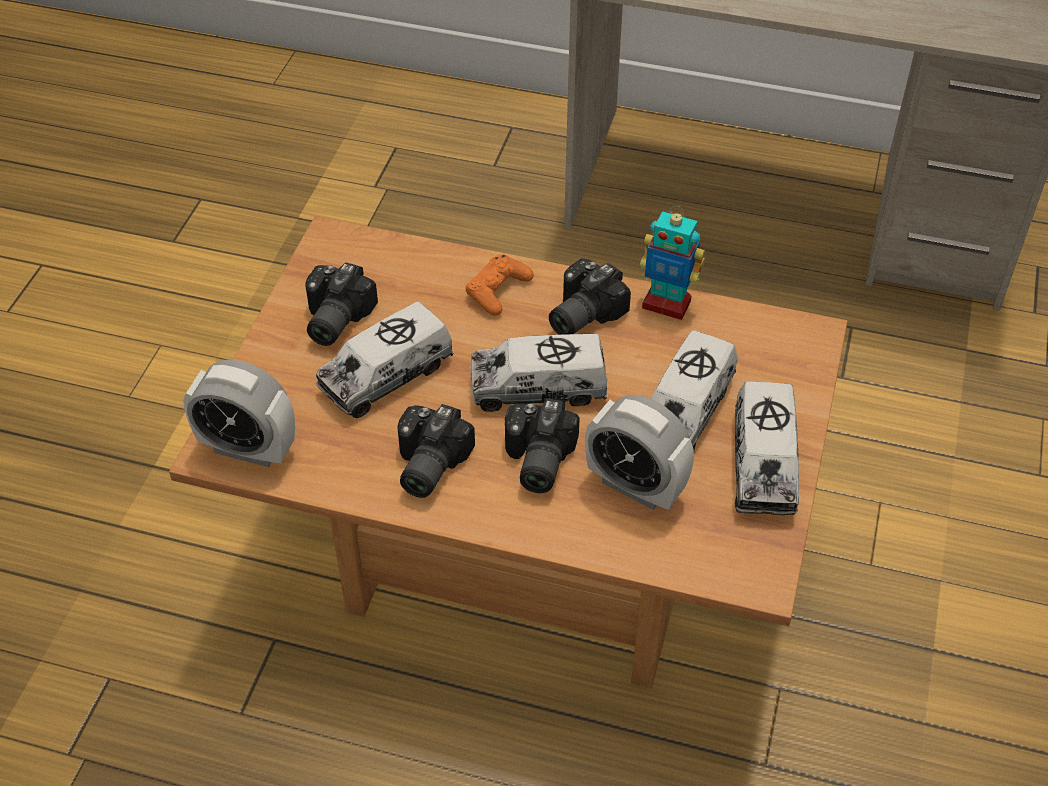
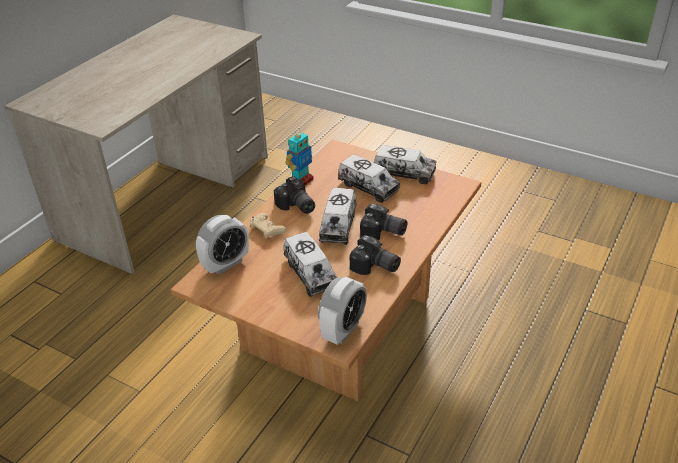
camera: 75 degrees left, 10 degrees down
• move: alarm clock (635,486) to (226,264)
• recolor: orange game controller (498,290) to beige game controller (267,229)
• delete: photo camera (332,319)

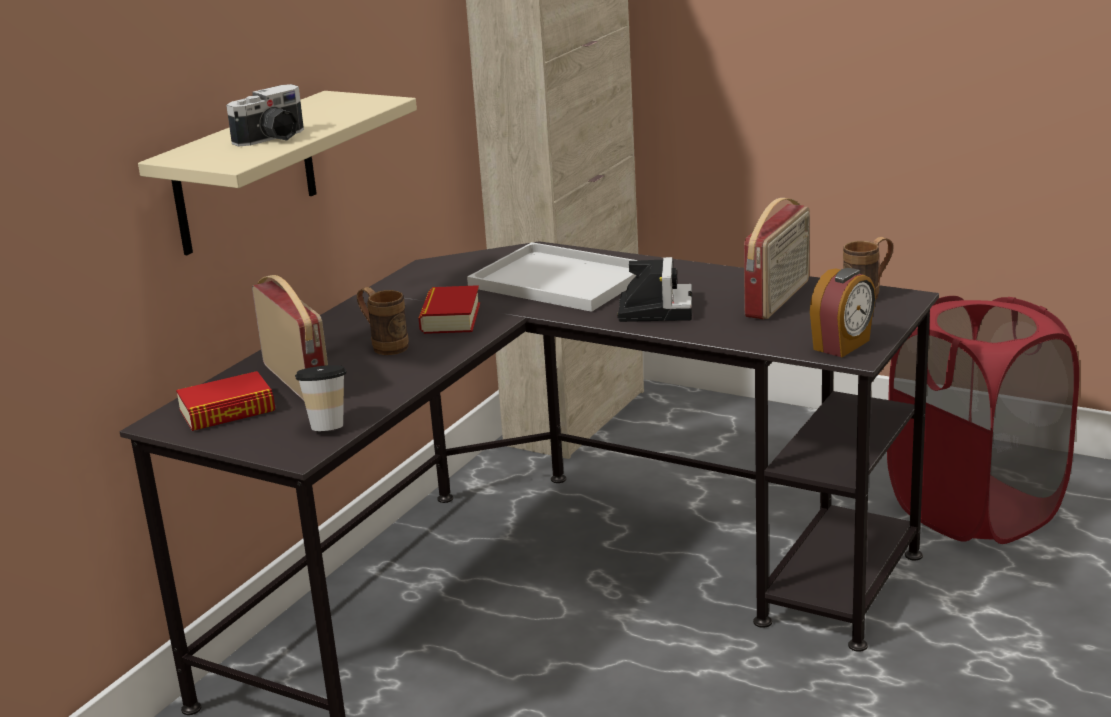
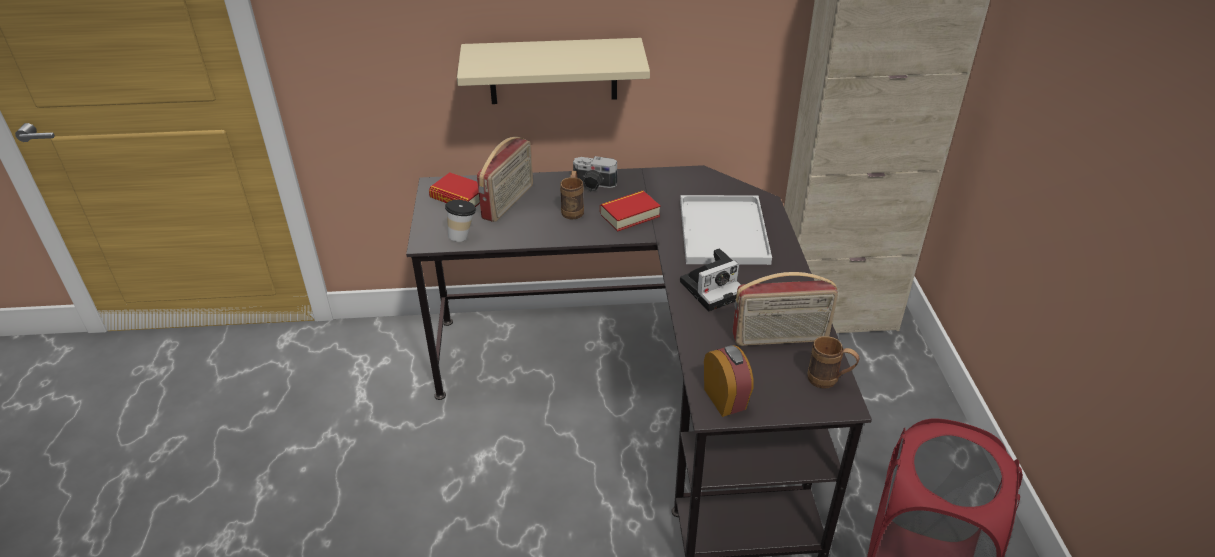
camera: 55 degrees right, 15 degrees up
• move: photo camera (274,138) to (593,185)
• rotate: alarm clock (842,345) = (726,399) 120 degrees counterclockwise

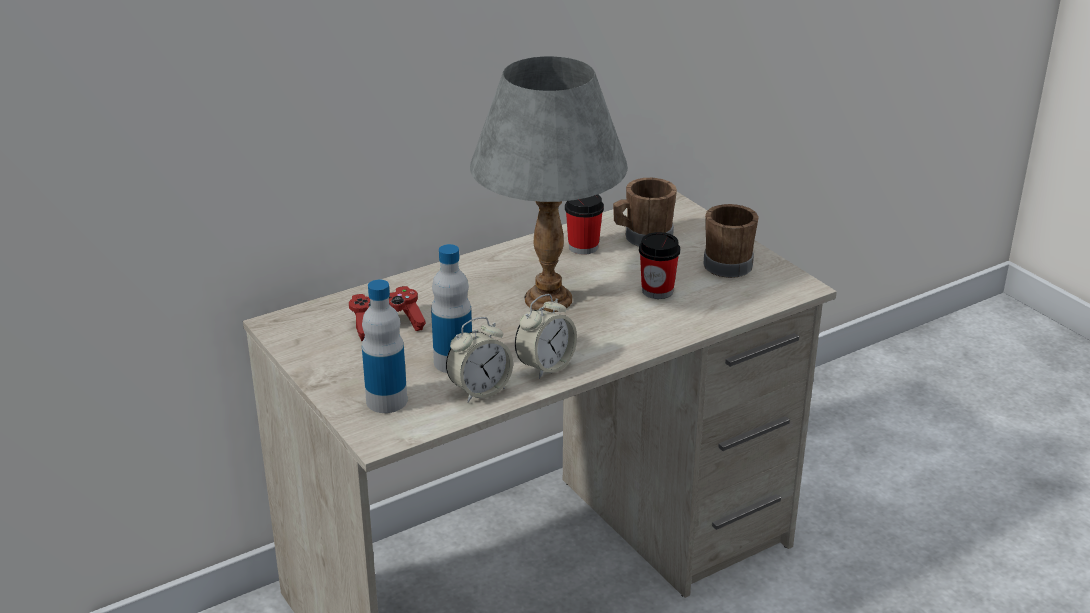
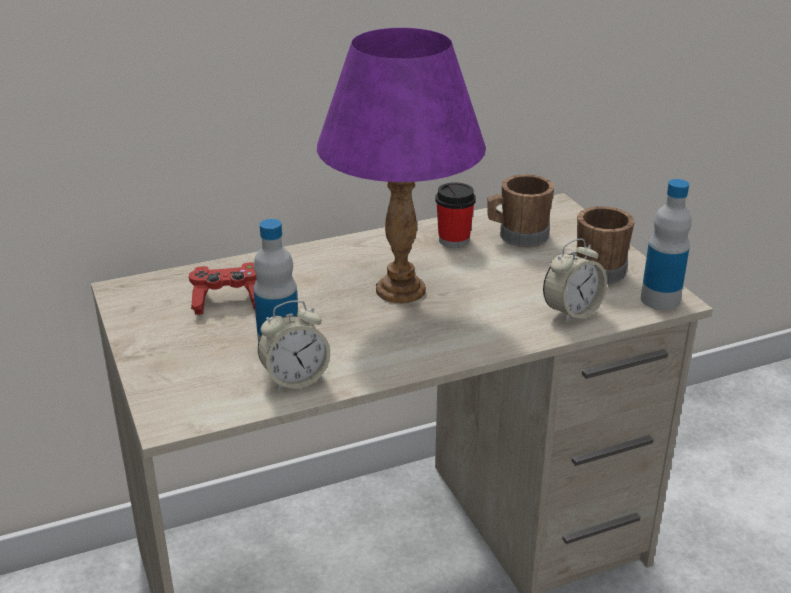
camera: 10 degrees right, 0 degrees up
• recolor: grey table lamp (547,300) to purple table lamp (399,290)
• move: alarm clock (545,366) to (572,312)
• move: bottle (386,401) to (660,299)
• delete: cup (657,291)

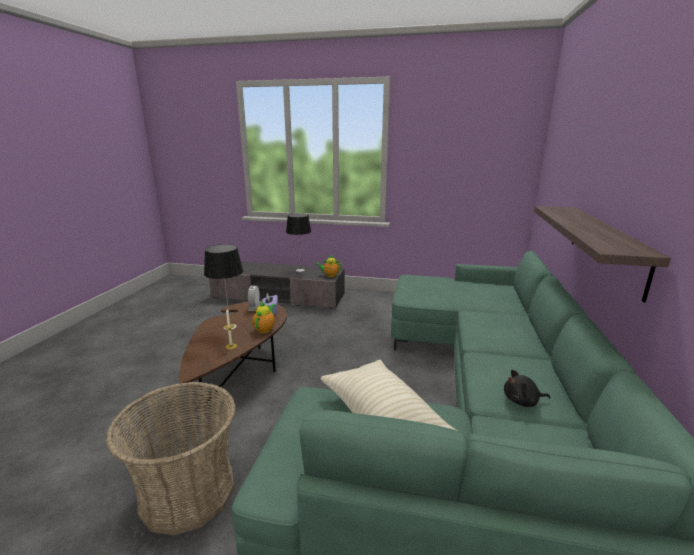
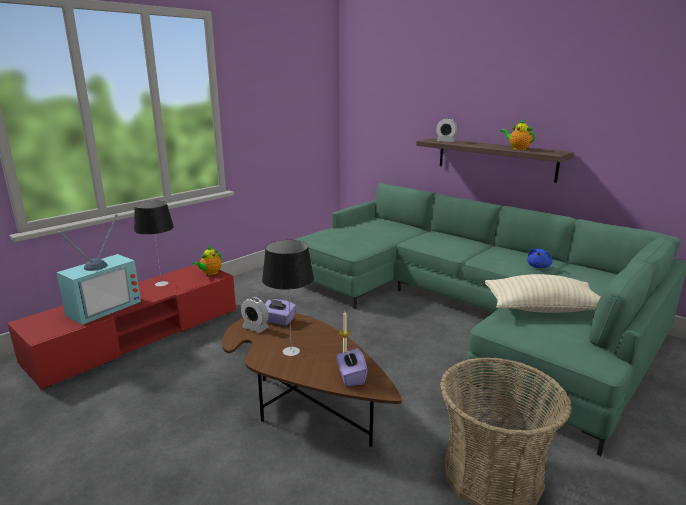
camera: 60 degrees left, 0 degrees up
• recolor: grey tv stand (278,296) to red tv stand (138,336)
• insert: television (103,307)
• insert: purple tissue box (351,377)
• insert: alarm clock (445,141)
• move: teapot (265,329) to (517,149)
• recolor: black plush toy (522,401) to blue plush toy (538,266)

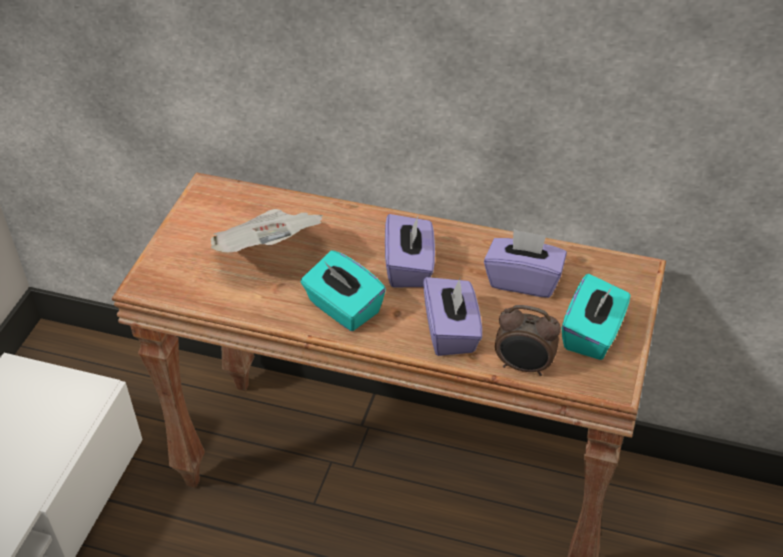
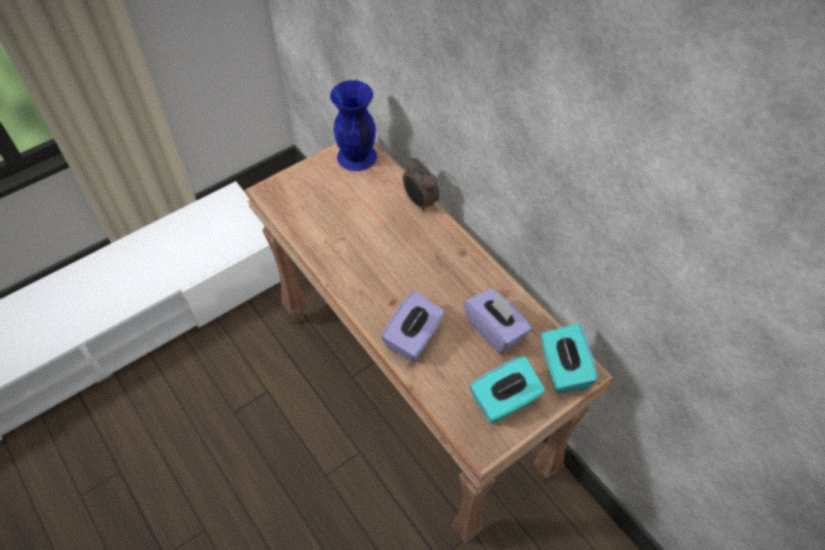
camera: 35 degrees right, 10 degrees up
• insert: blue vase (356,157)
• move: alarm clock (524,367) to (420,202)
• move: turquoise tissue box (343,308) to (563,369)
• delete: newspaper (268,252)
• delete: purple tissue box (410,267)

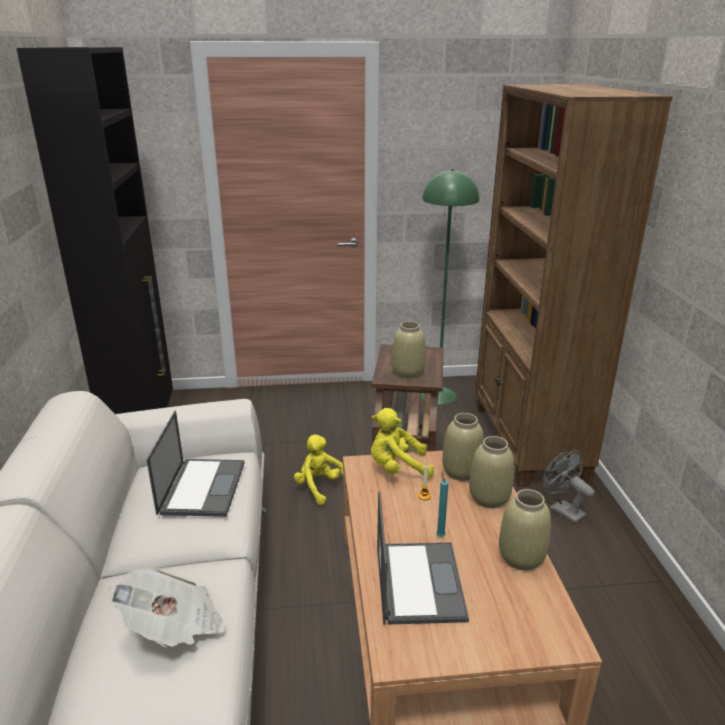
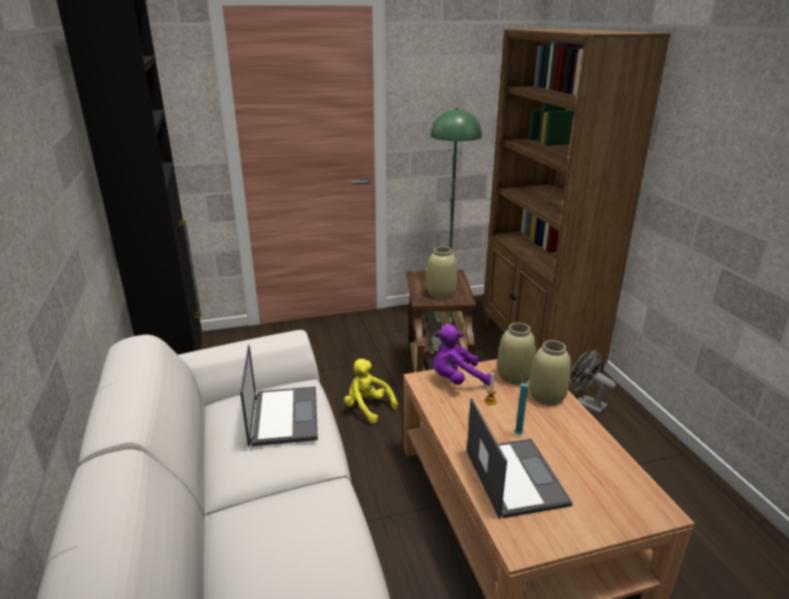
camera: 10 degrees left, 0 degrees up
• recolor: yellow plush toy (397,468) to purple plush toy (457,380)
• delete: newspaper (174,626)
• delete: beige vase (520,557)

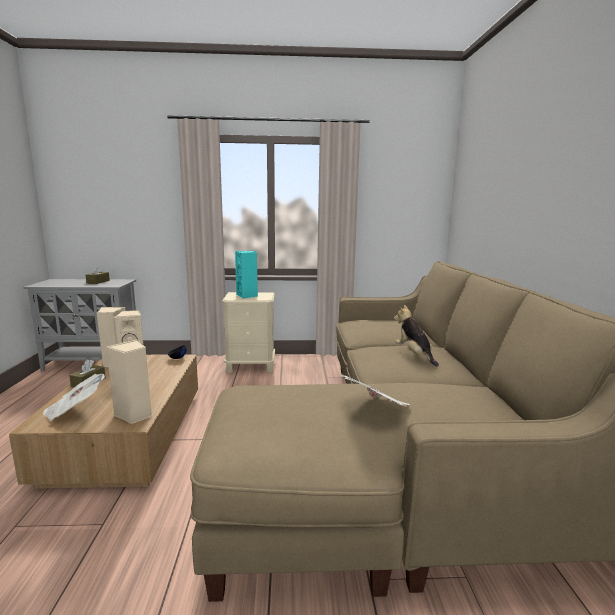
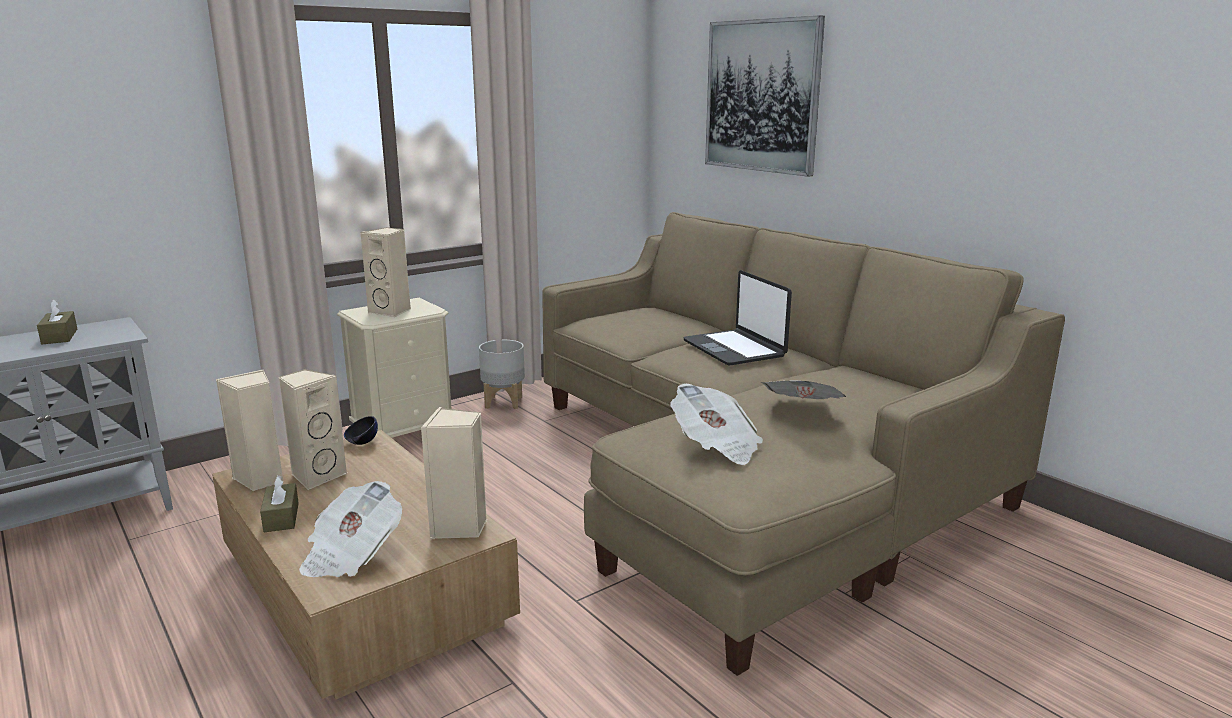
camera: 35 degrees left, 5 degrees up
• recolor: turquoise speaker (247,296) to beige speaker (391,311)
• insert: grey planter (503,402)
• insert: newspaper (716,446)
• replace: plush toy (414,355) to laptop (735,349)
• insert: picture (762,96)

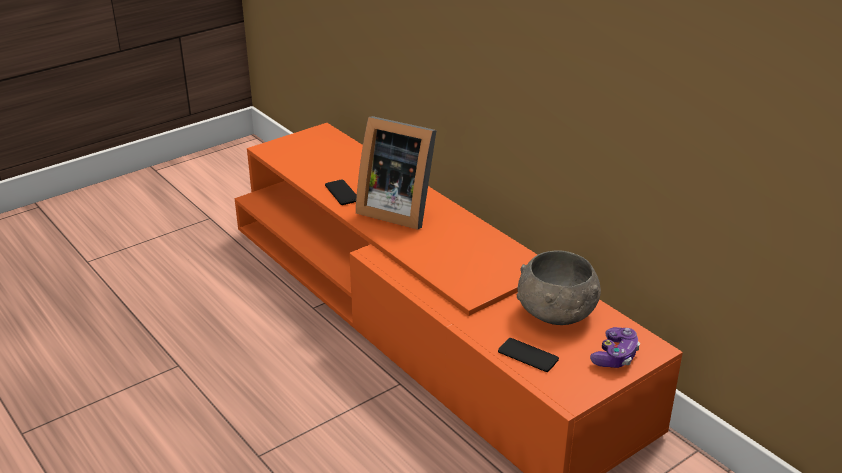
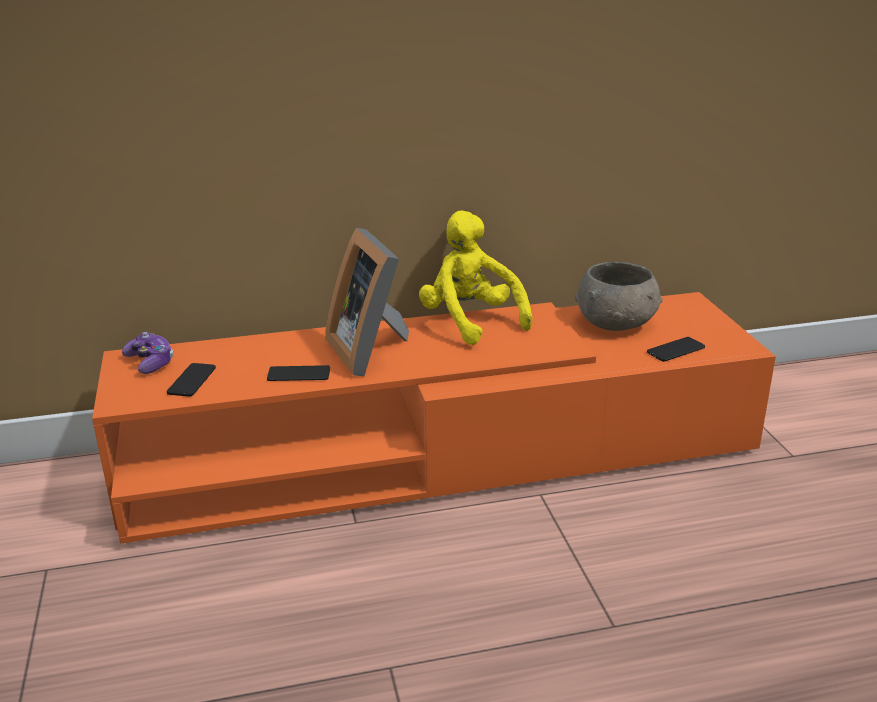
camera: 65 degrees left, 5 degrees down
• move: game controller (615,356) to (150,362)
• insert: phone (191,380)
• rotate: picture frame (397,209) = (372,351) 105 degrees clockwise
• insert: yellow plush toy (470,322)

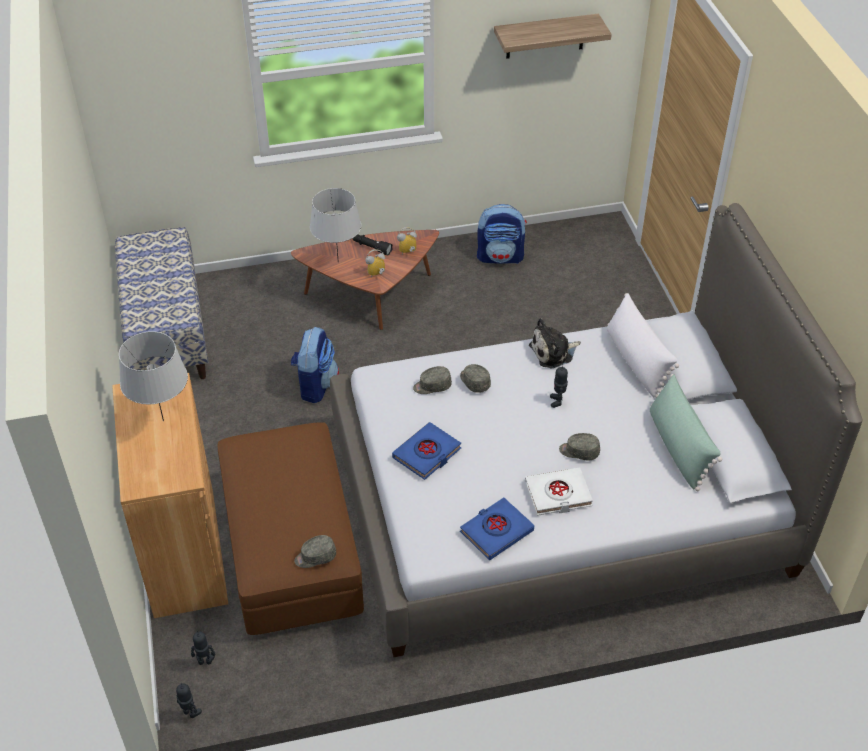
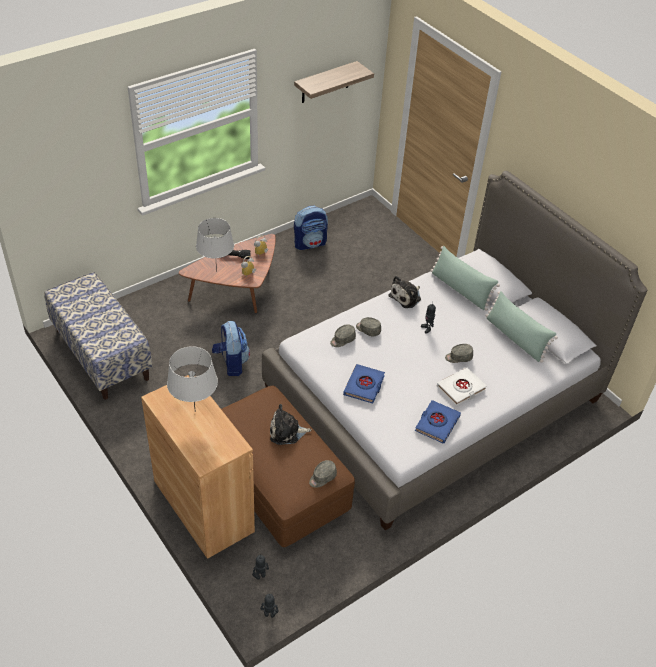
camera: 25 degrees left, 0 degrees up
• insert: plush toy (287,432)
• recolor: white pillow (636,361) to green pillow (460,289)

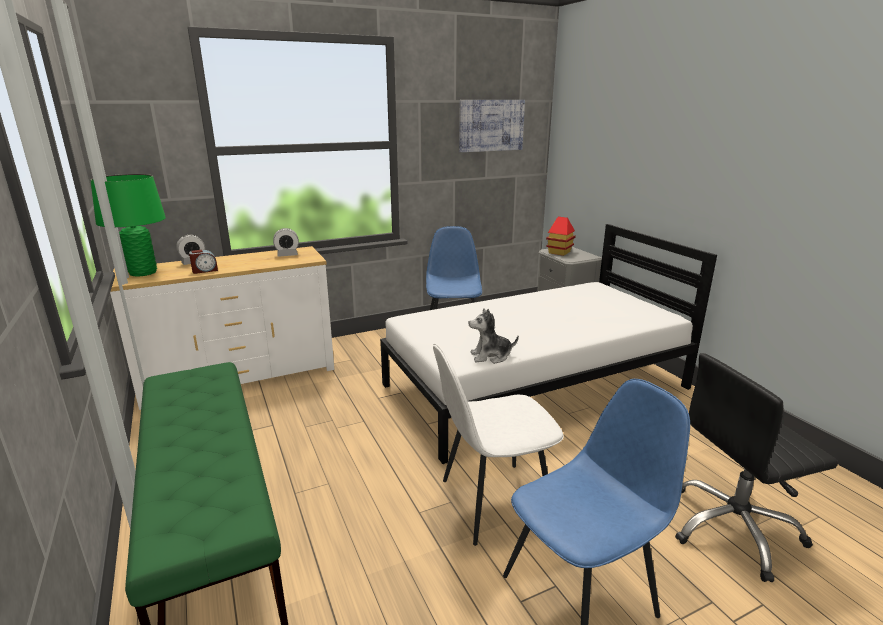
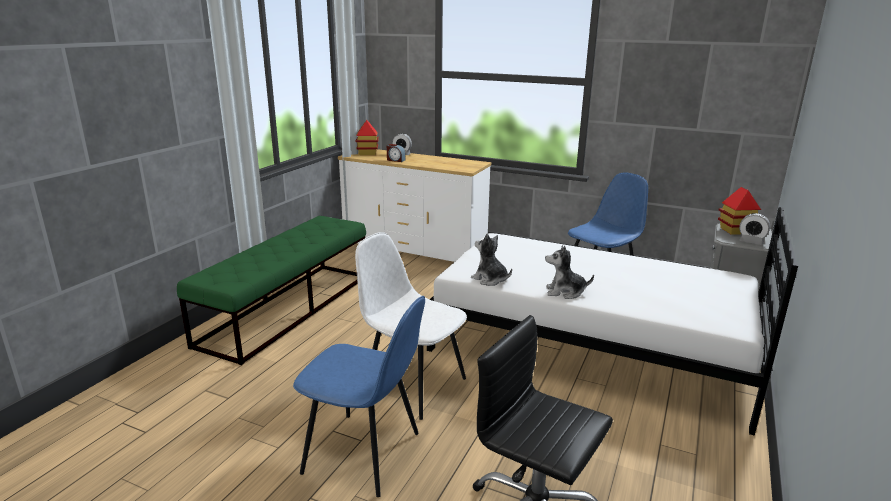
camera: 50 degrees right, 0 degrees up
• replace: green table lamp (143,273) to toy house (367,153)
• insert: plush toy (565,292)
• move: alarm clock (287,255) to (751,242)
• delete: picture (491,125)

